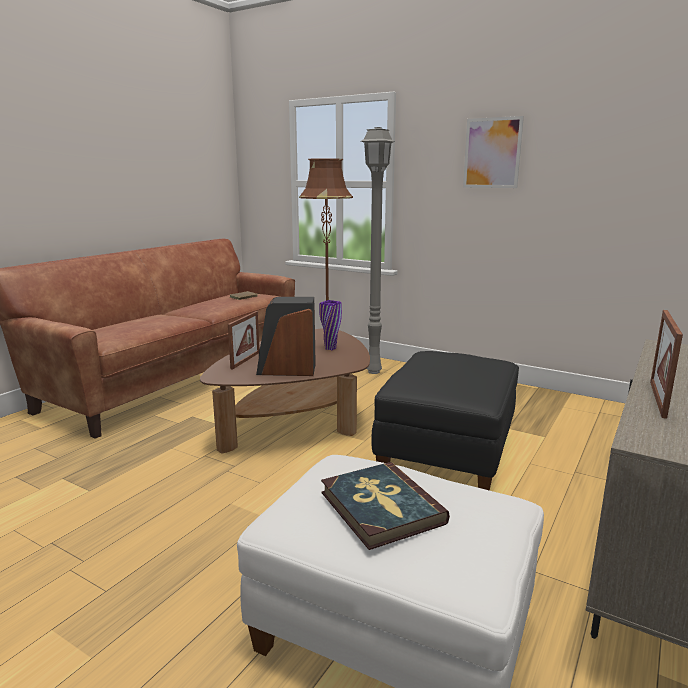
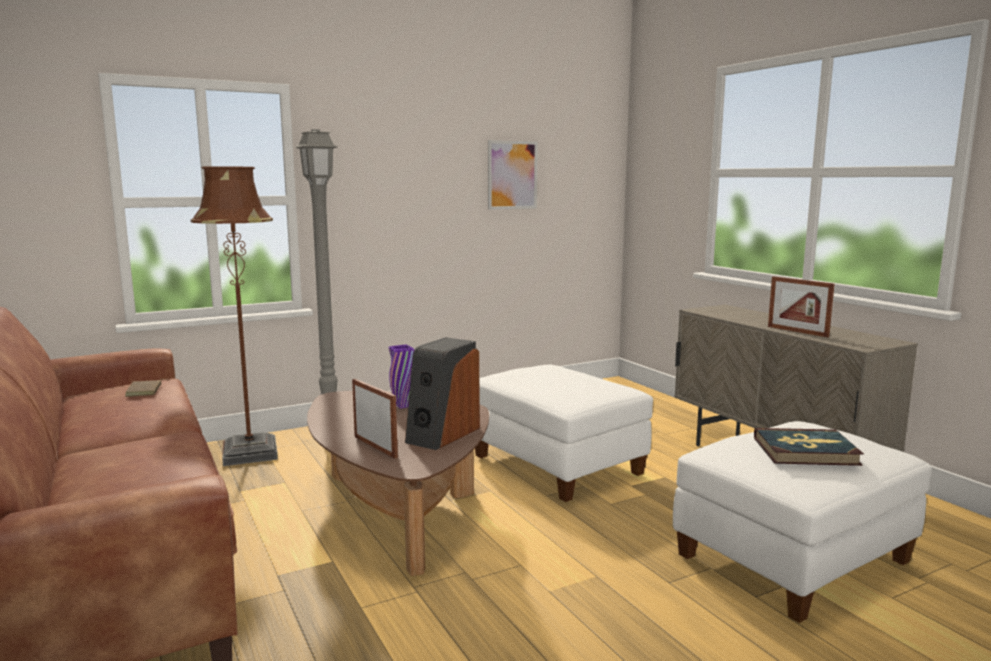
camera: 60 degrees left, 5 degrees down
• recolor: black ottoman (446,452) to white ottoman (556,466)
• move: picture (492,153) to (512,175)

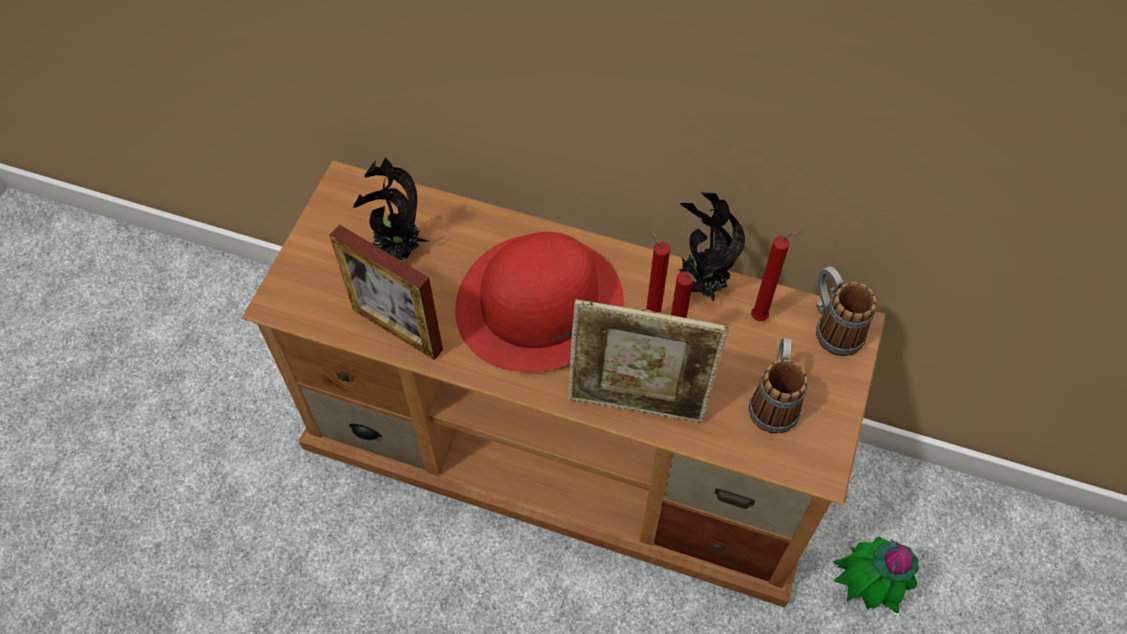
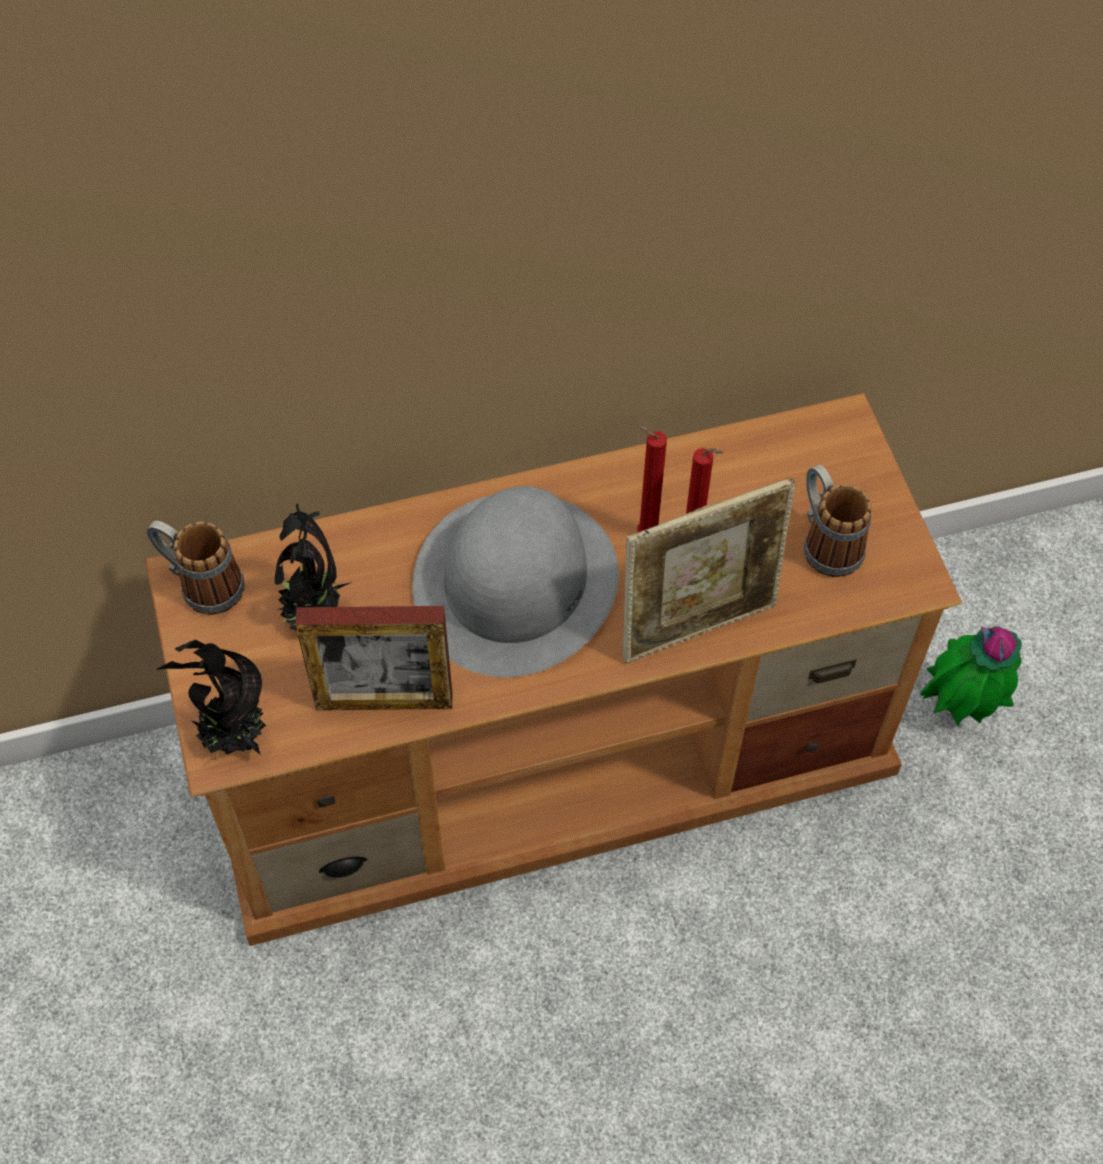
camera: 35 degrees left, 0 degrees up
• move: mug (832,327) to (201,584)
• move: potted plant (699,285) to (231,739)
• recolor: red hat (540,302) to grey hat (515,581)
• delete: red candle (762,317)

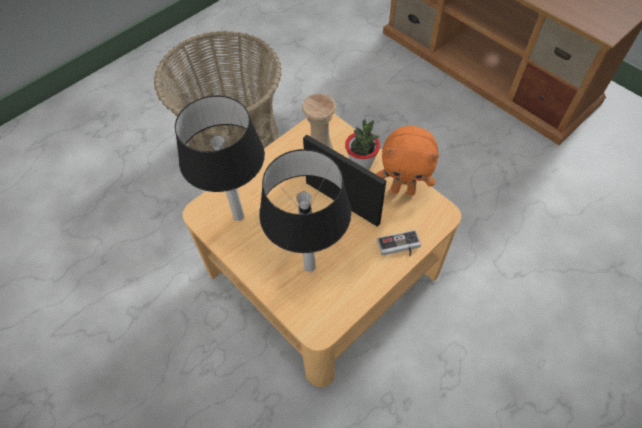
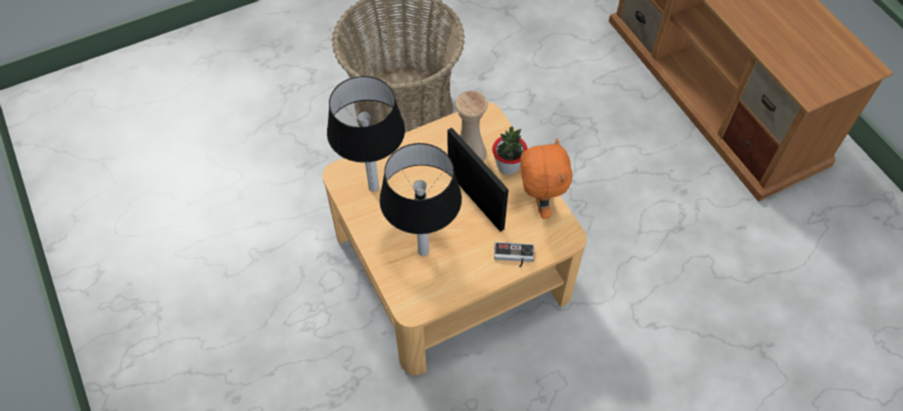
camera: 15 degrees right, 0 degrees up
• rotate: orange plush toy (403,189) = (539,203) 120 degrees counterclockwise

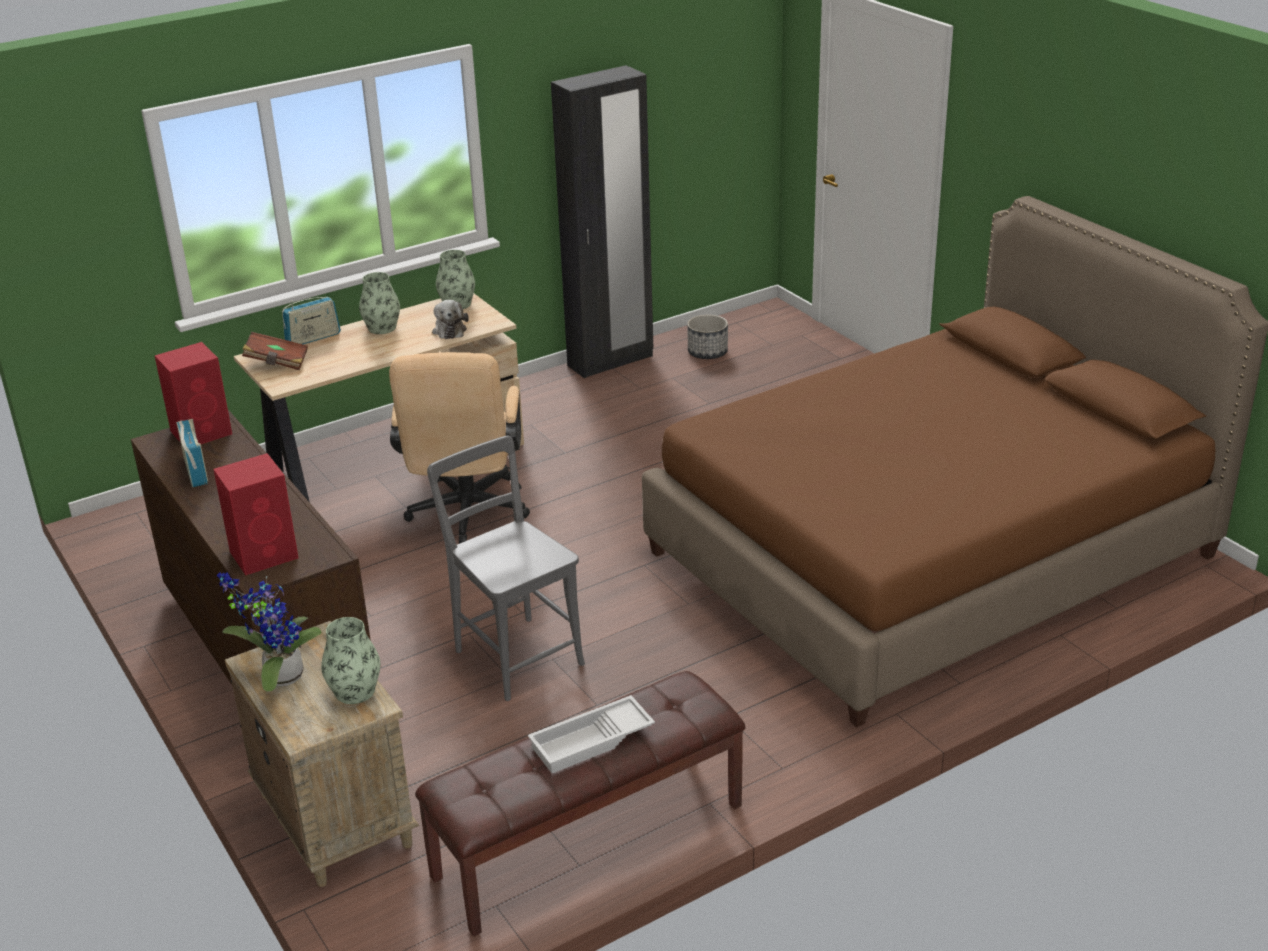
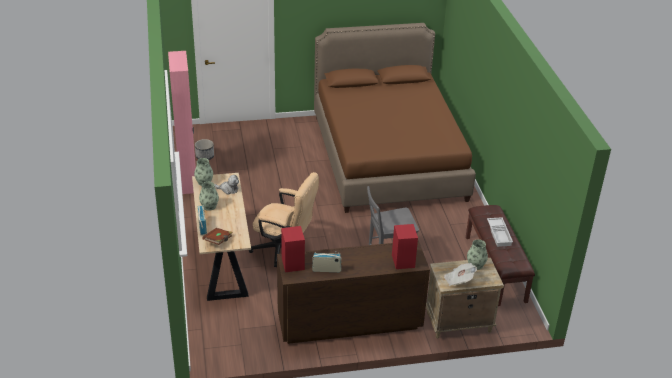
camera: 70 degrees left, 5 degrees up
• recolor: black wardrobe (610,361) to pink wardrobe (188,182)
• replace: potted plant (279,676) to newspaper (458,280)

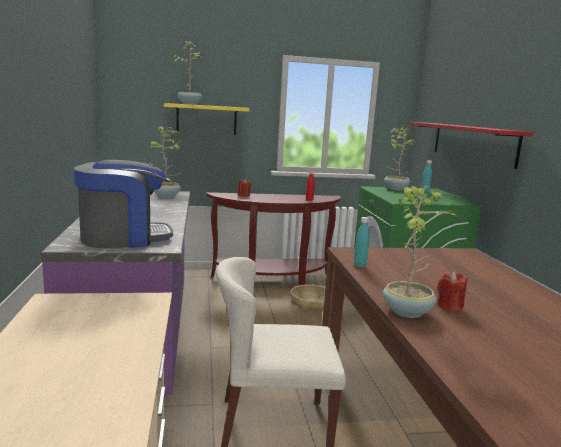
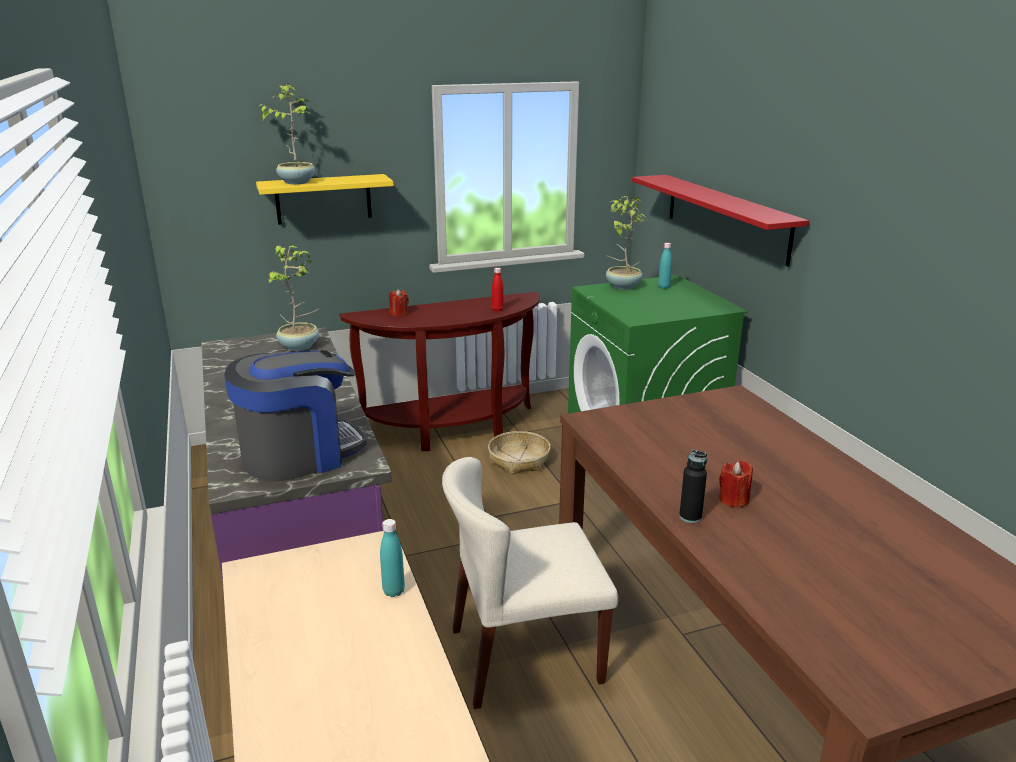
camera: 10 degrees left, 10 degrees up
• move: turquoise bottle (360,265) to (393,591)
• replace: potted plant (408,311) to black bottle (690,517)

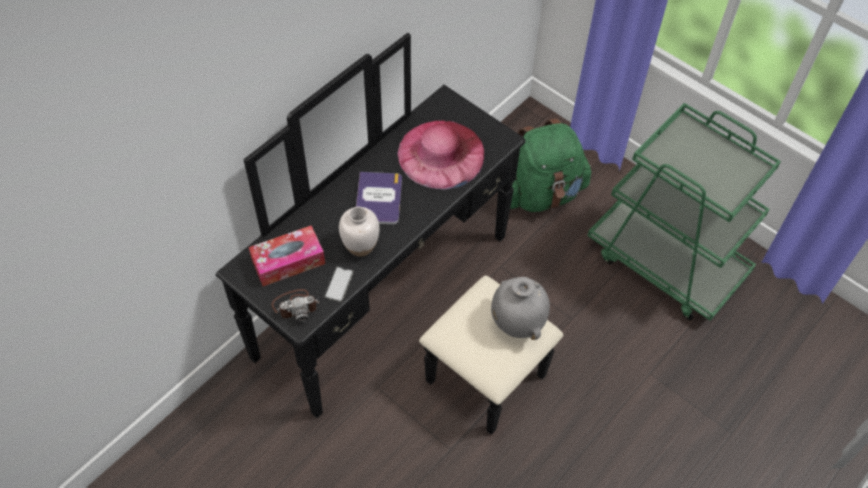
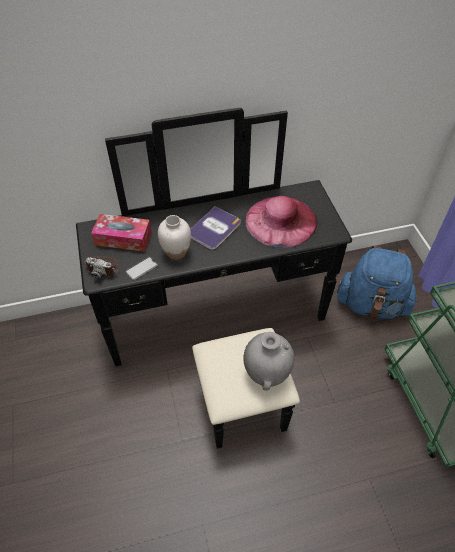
camera: 35 degrees right, 5 degrees down
• recolor: green backpack (541,194) to blue backpack (372,305)

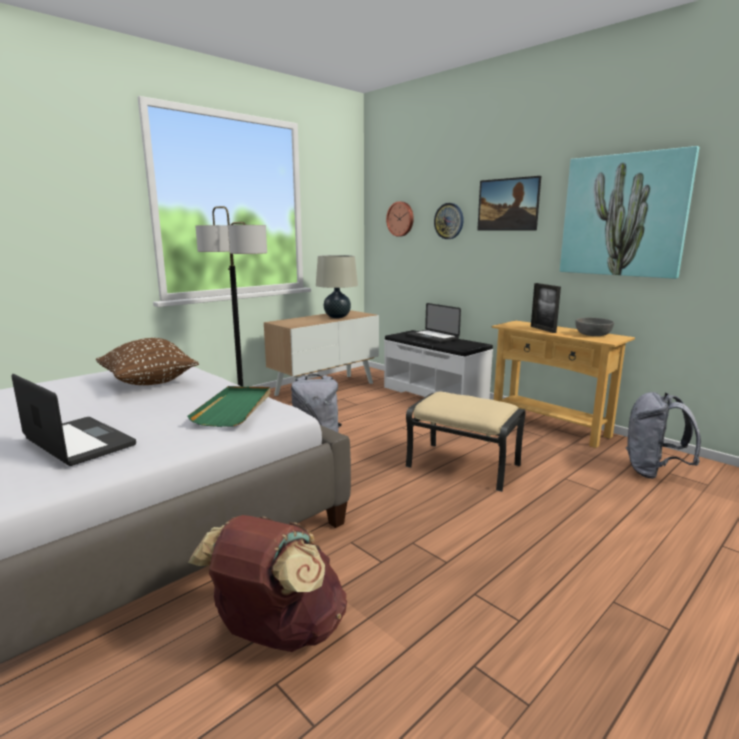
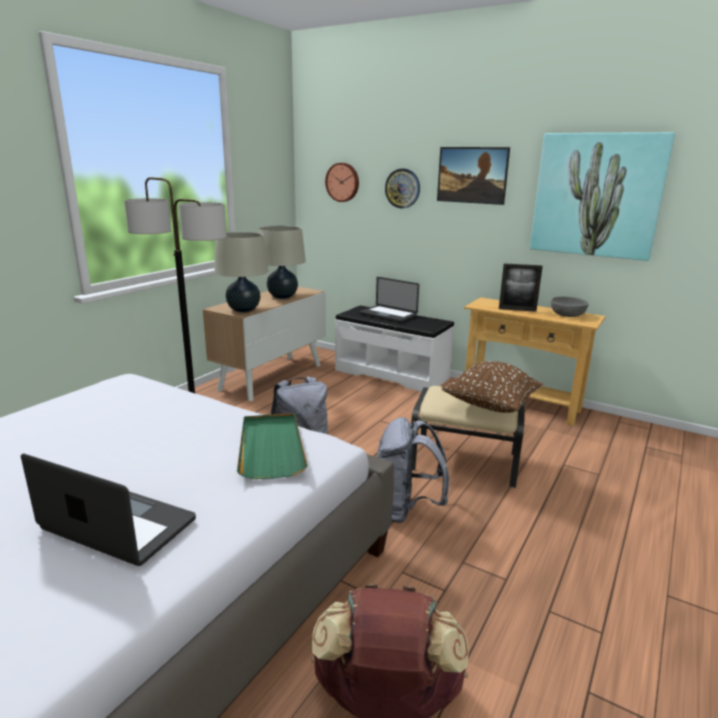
camera: 15 degrees left, 5 degrees up
• insert: beige table lamp (244,310)
• move: grey backpack (653,471) to (406,509)
• move: brown pillow (149,383) to (490,406)
• rotate: picture frame (543,329) = (517,309) 45 degrees counterclockwise

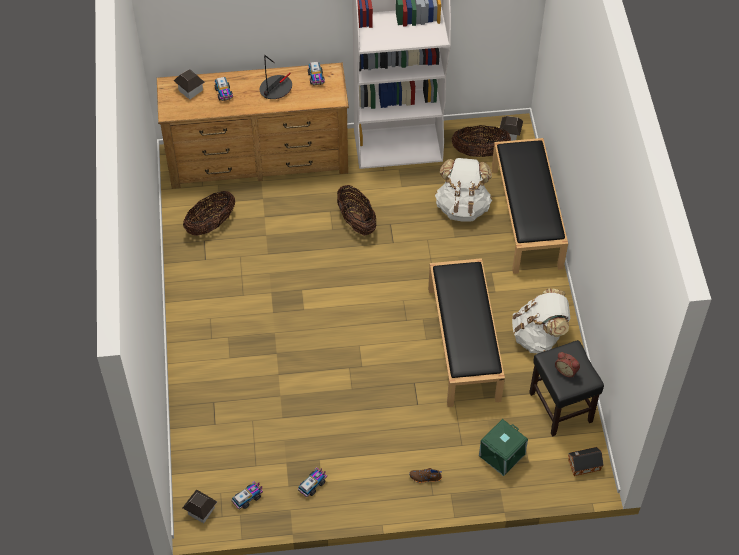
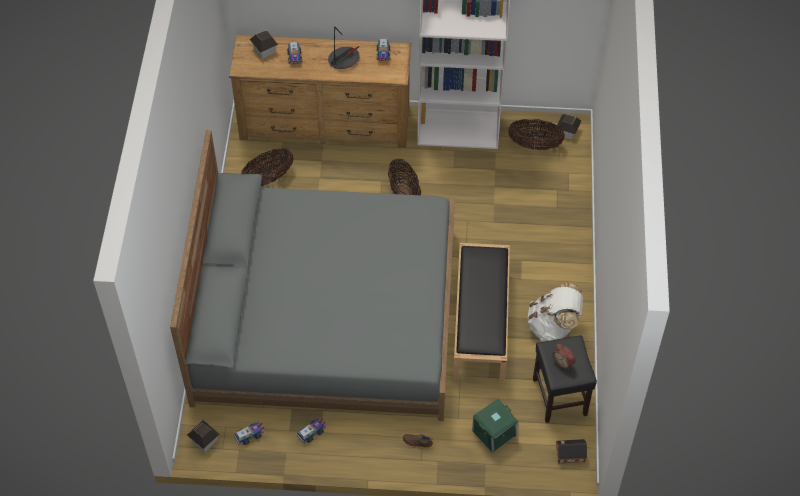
camera: 10 degrees right, 0 degrees up
• insert: grey bed (326,314)
• delete: white backpack (462,206)
• delete: black bench (527,218)

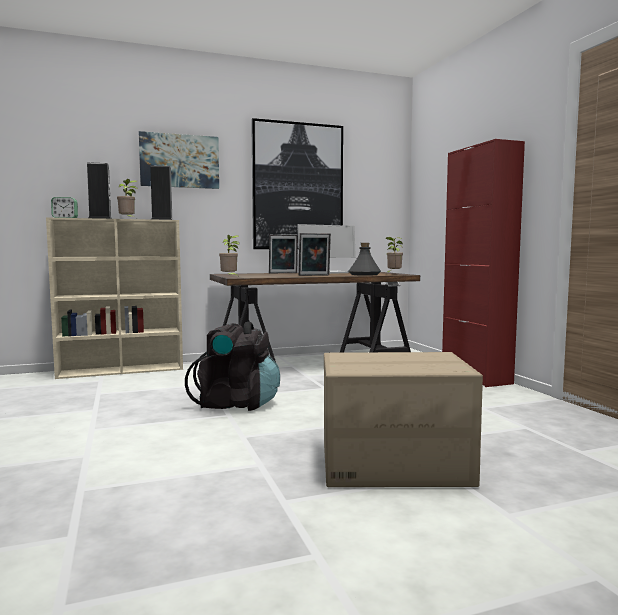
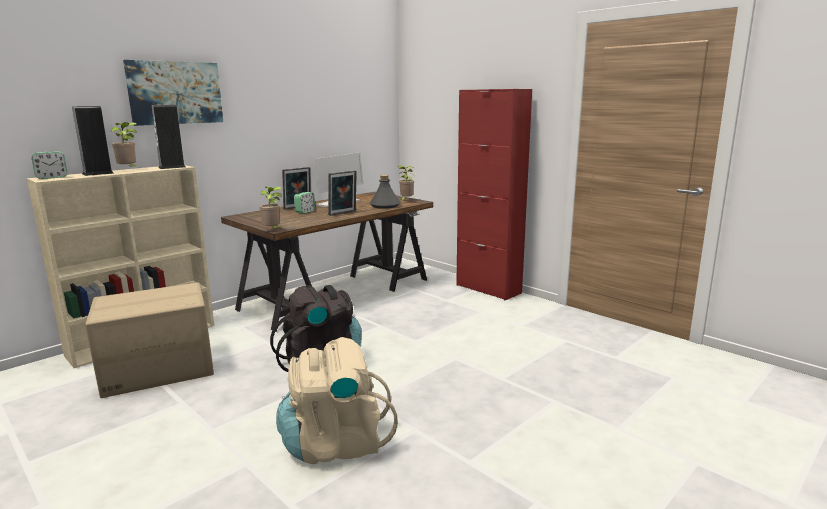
camera: 25 degrees left, 10 degrees up
• move: cardboard box (393,465) to (158,370)
• insert: beige backpack (335,444)
• insert: alarm clock (305,211)
• delete: picture (297,187)

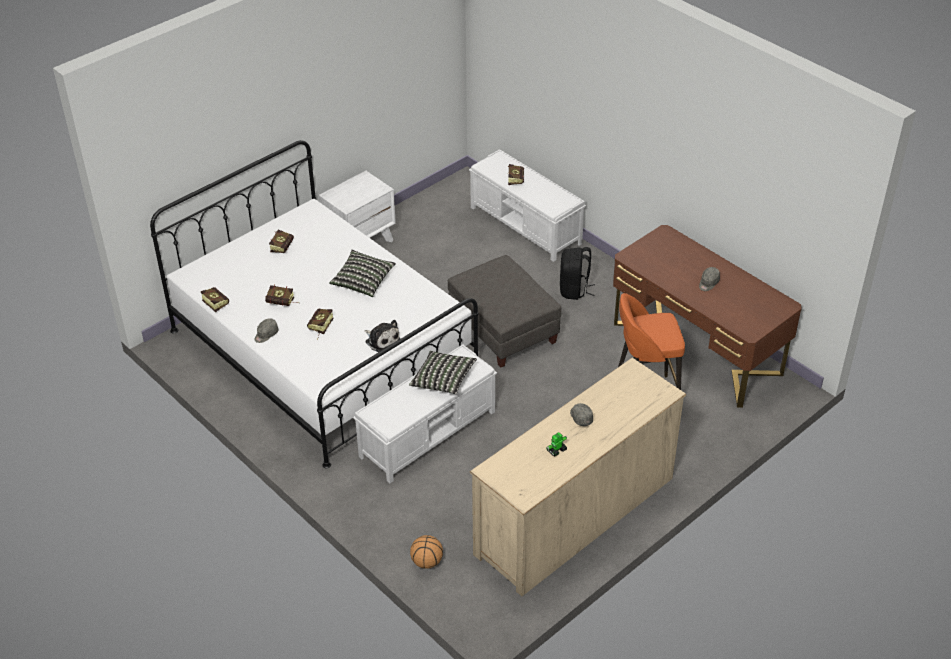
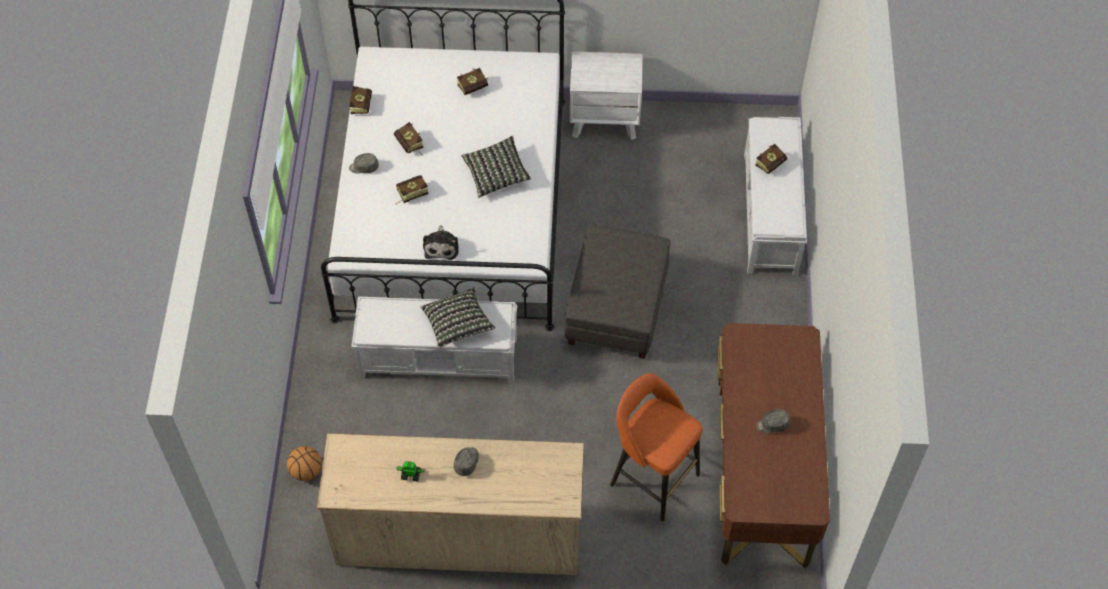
camera: 45 degrees right, 15 degrees up
• delete: black backpack (574,290)

